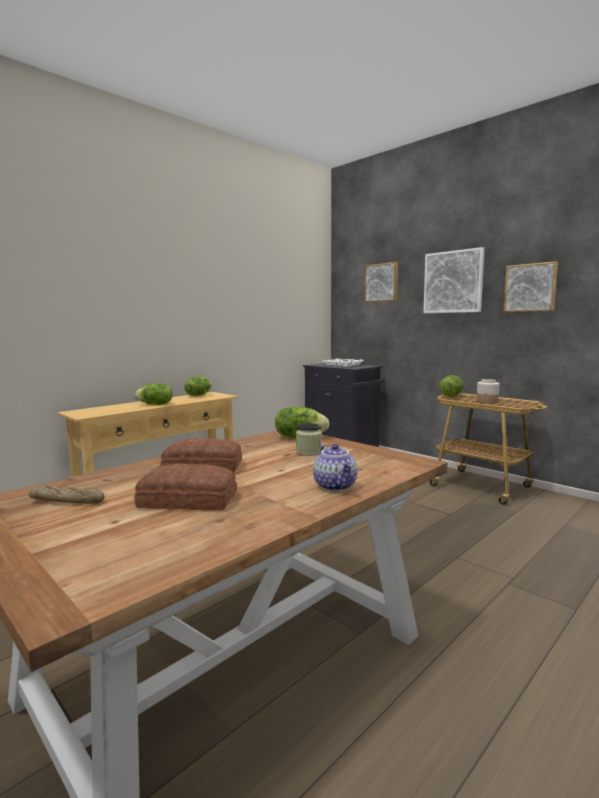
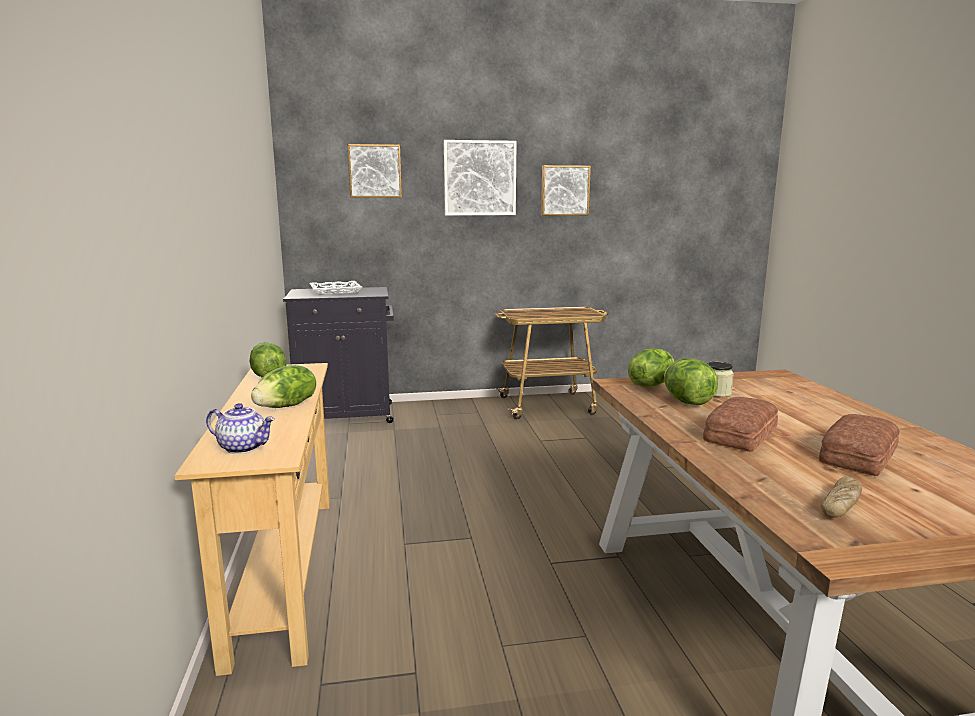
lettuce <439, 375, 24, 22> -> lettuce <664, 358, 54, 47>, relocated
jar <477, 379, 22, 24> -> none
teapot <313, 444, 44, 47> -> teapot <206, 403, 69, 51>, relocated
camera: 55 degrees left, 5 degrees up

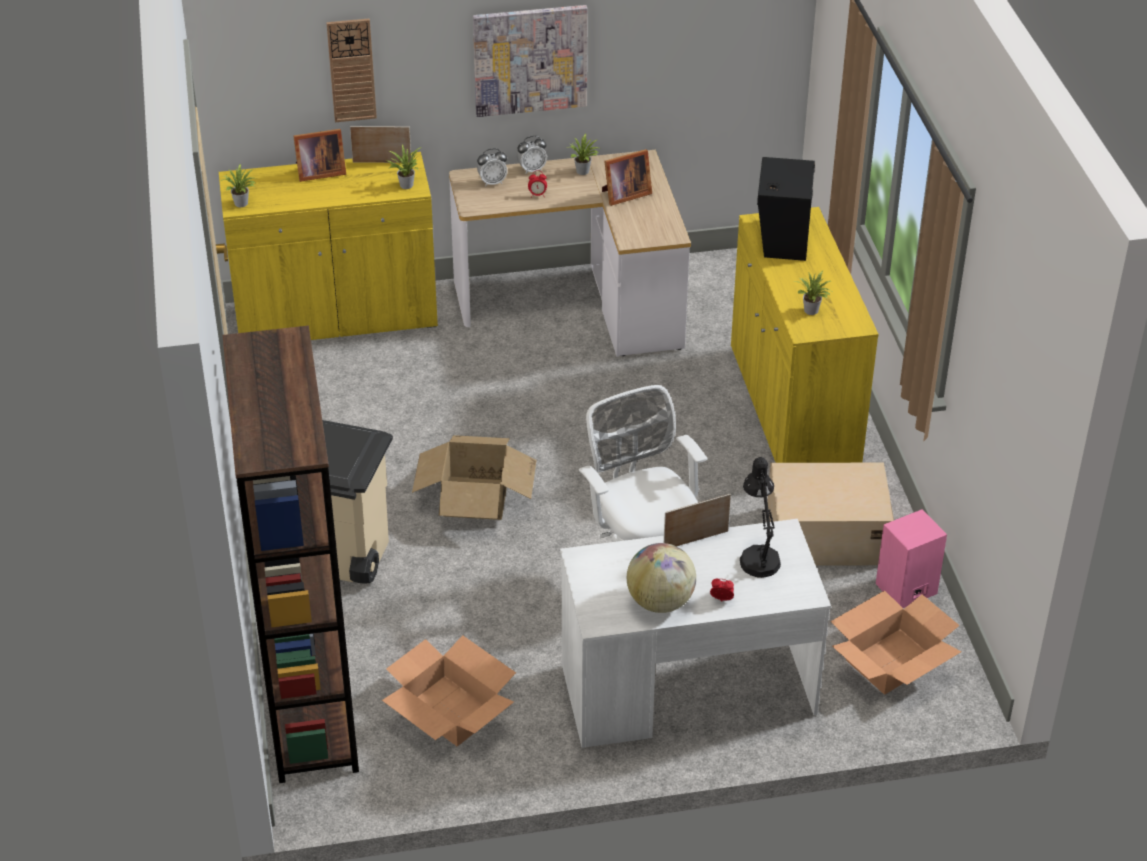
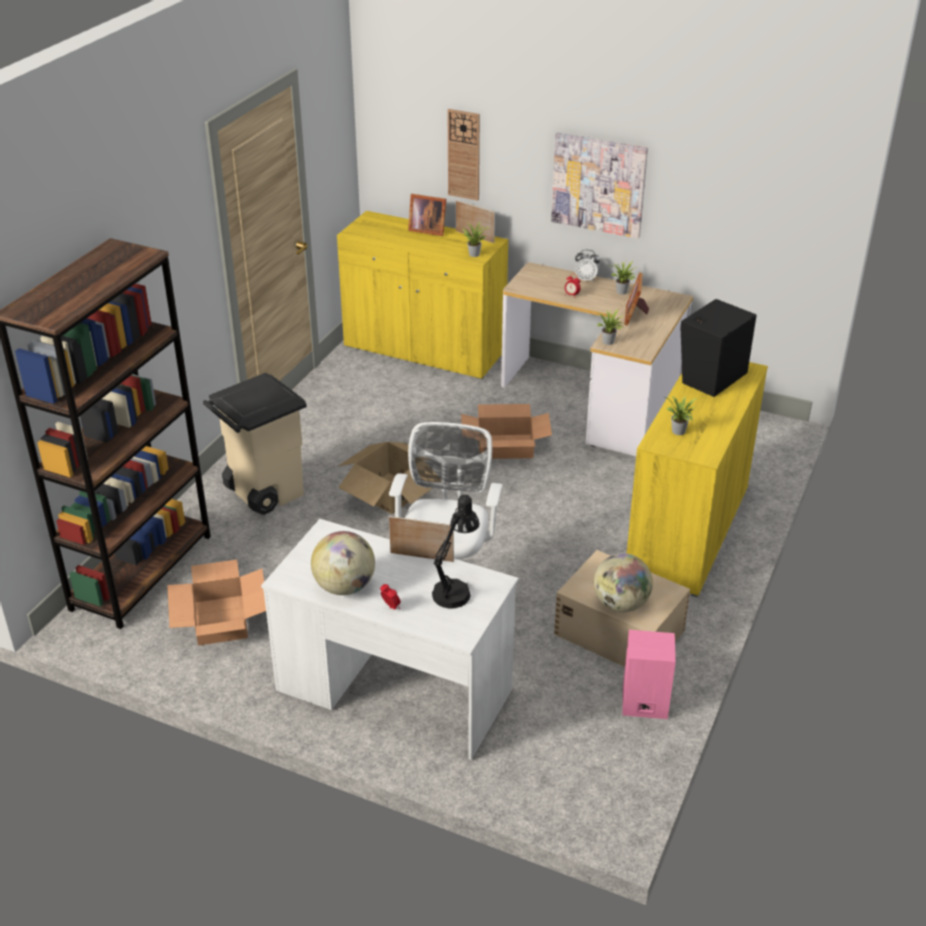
alarm clock <477, 148, 30, 38> -> none
picture frame <602, 149, 50, 57> -> picture frame <624, 272, 25, 54>, 90 degrees clockwise
potted plant <221, 163, 36, 44> -> potted plant <595, 309, 29, 36>, relocated
cardboard box <830, 590, 132, 104> -> cardboard box <461, 404, 91, 55>, relocated
none -> globe <594, 553, 59, 59>
camera: 35 degrees right, 5 degrees down

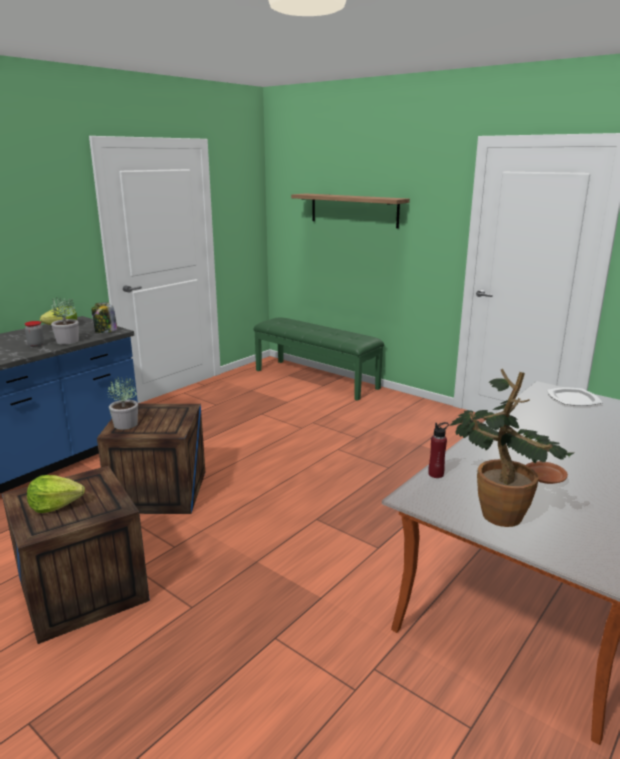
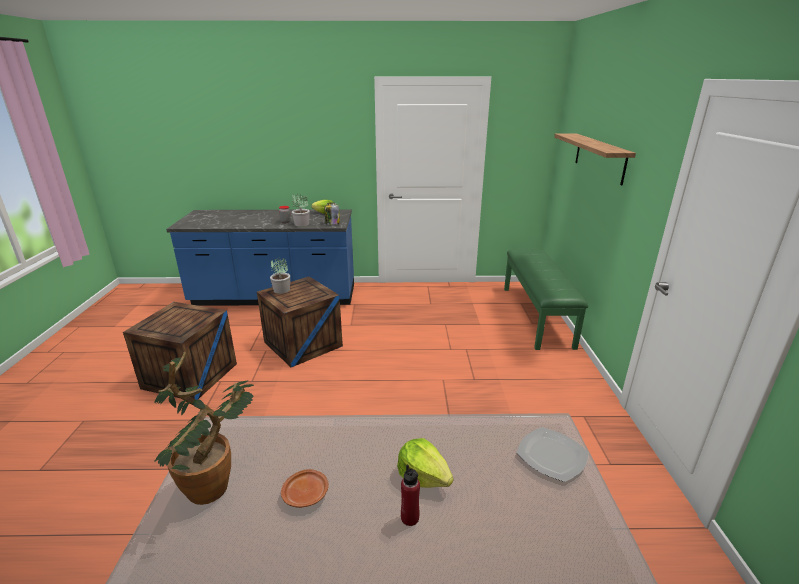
red bottle <428, 422, 21, 56> -> red bottle <401, 464, 19, 62>, relocated
lettuce <27, 475, 58, 38> -> lettuce <397, 438, 57, 50>, relocated
camera: 50 degrees right, 5 degrees up

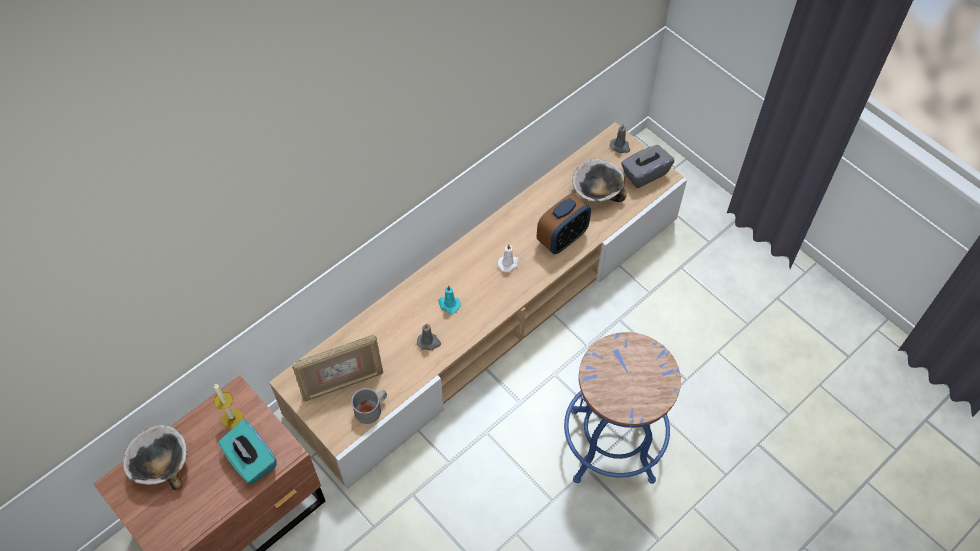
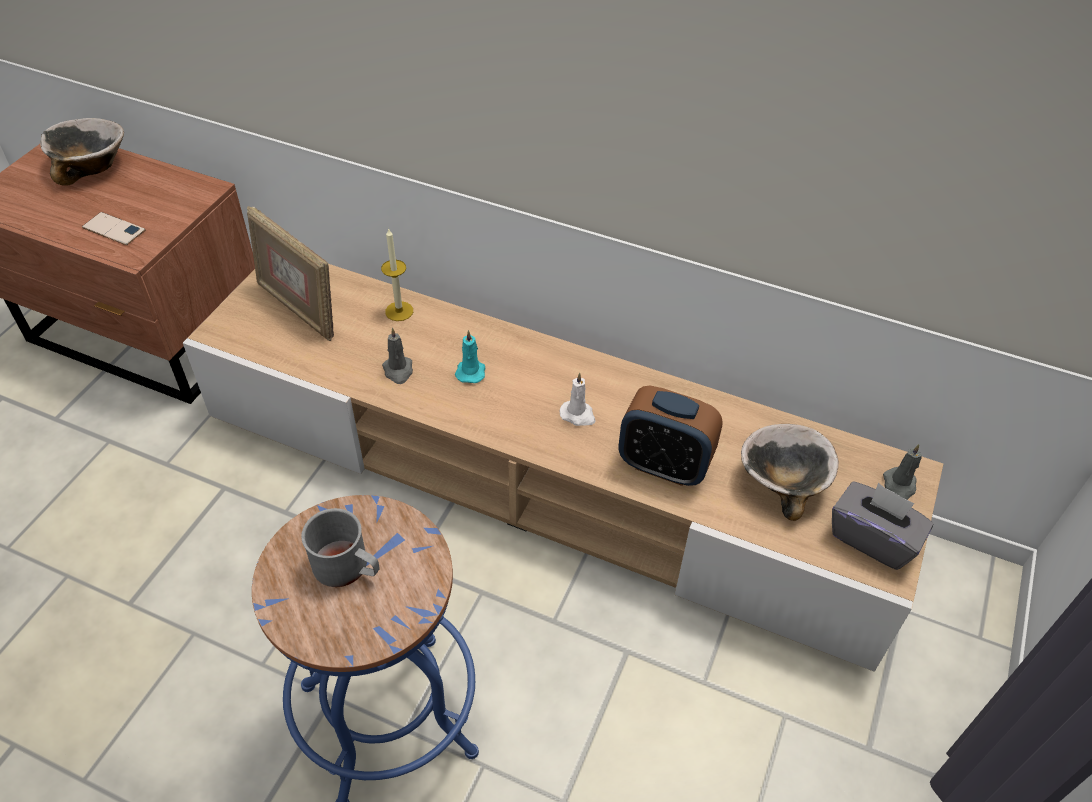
candle <214, 384, 29, 45> -> candle <381, 228, 32, 93>, relocated
grey mug <351, 388, 36, 36> -> grey mug <301, 508, 79, 79>, relocated
turquoise tissue box <218, 419, 59, 65> -> phone <82, 212, 63, 33>
camera: 65 degrees right, 10 degrees down

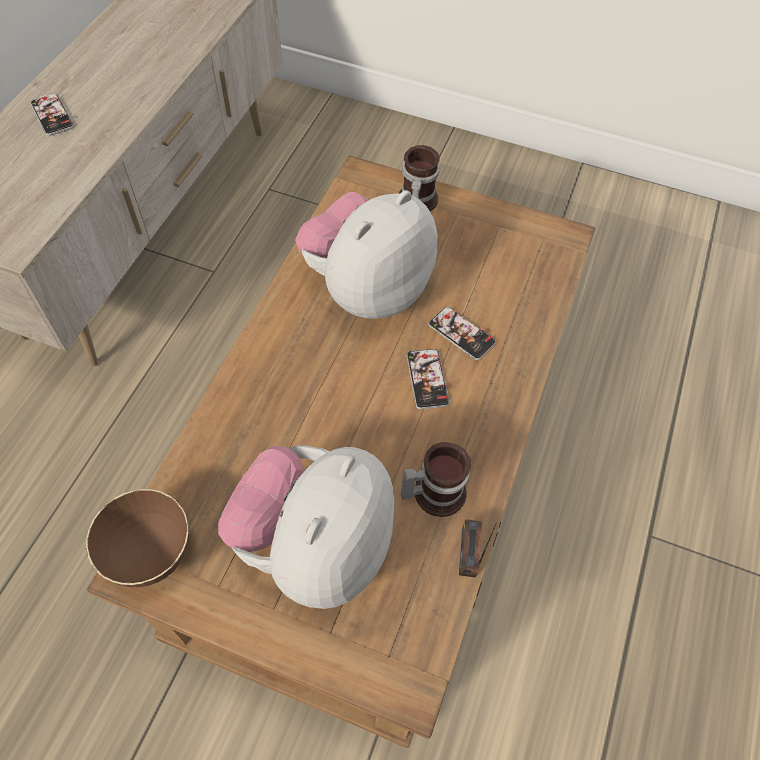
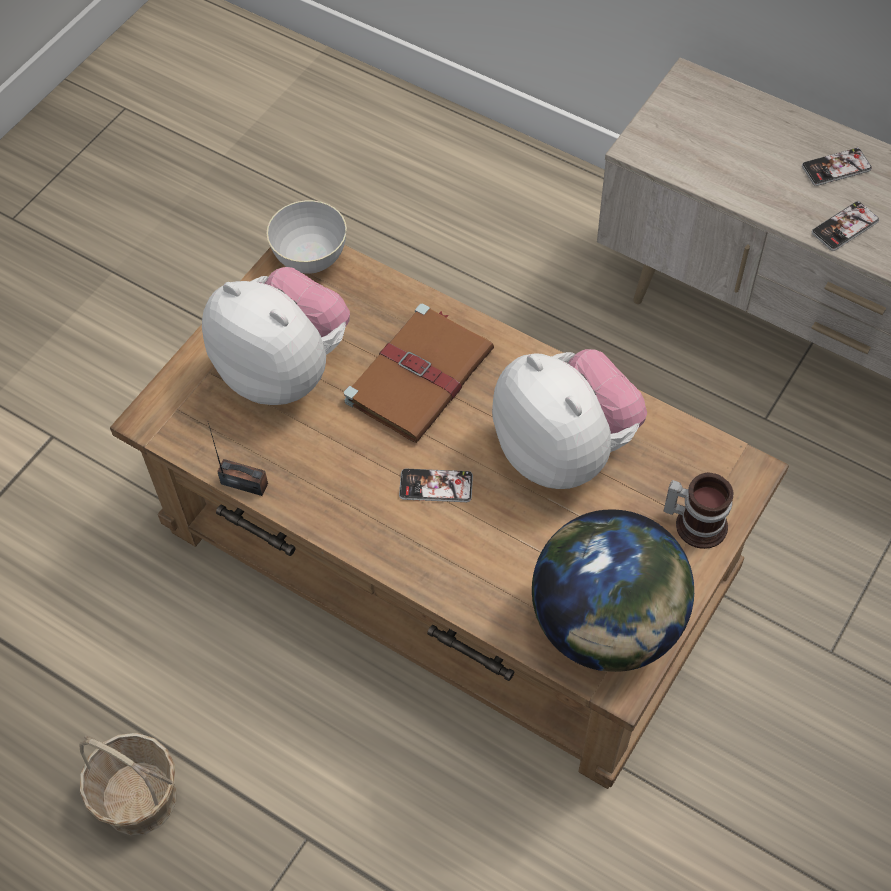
phone <428, 307, 68, 53> -> phone <812, 201, 67, 50>, relocated
mug <401, 442, 70, 75> -> none
brown bowl <86, 489, 103, 98> -> grey bowl <267, 200, 80, 74>
none -> brown book <344, 303, 150, 140>
none -> globe <532, 509, 162, 163>
none -> basket <79, 733, 97, 103>
camera: 105 degrees right, 0 degrees up

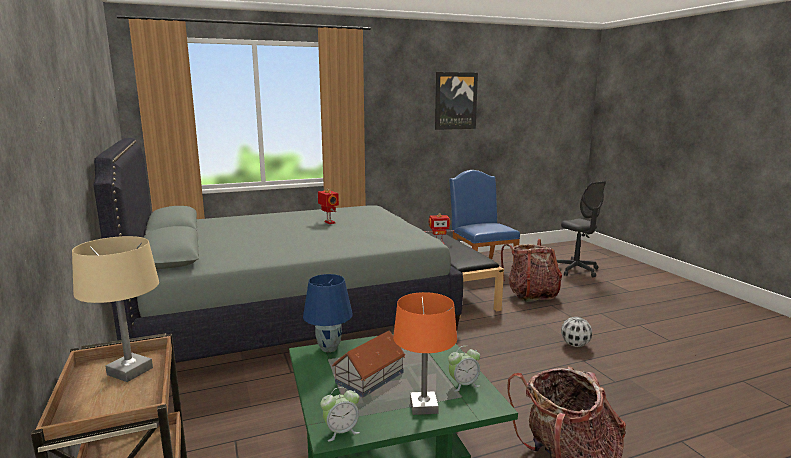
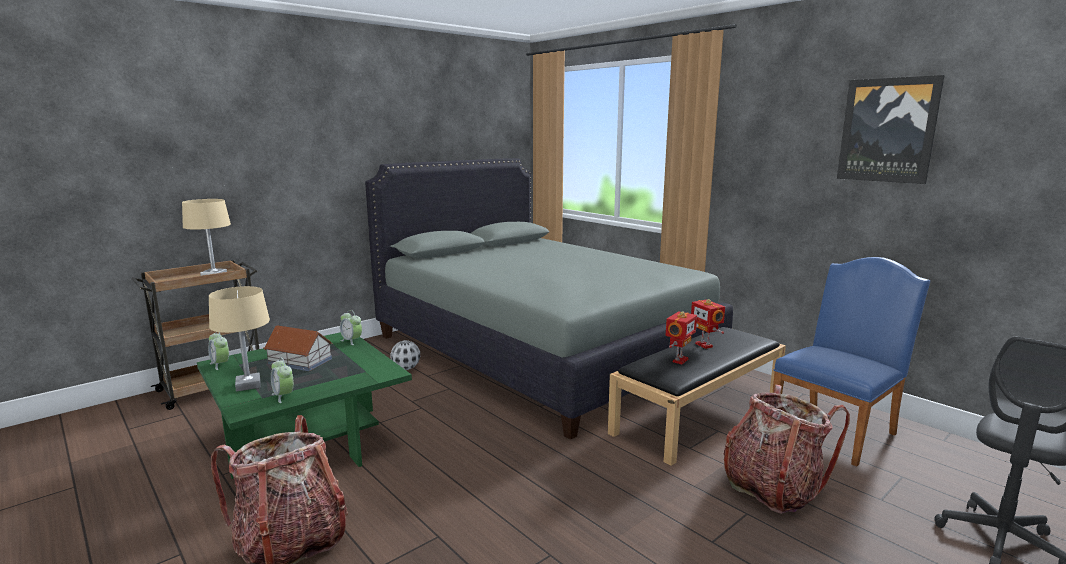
toy robot <318, 189, 21, 35> -> toy robot <666, 311, 31, 53>, relocated
blue table lamp <303, 274, 50, 78> -> alarm clock <340, 310, 22, 35>
orange table lamp <393, 292, 64, 123> -> beige table lamp <209, 286, 61, 106>
football <561, 317, 31, 30> -> football <390, 340, 30, 30>, relocated
camera: 70 degrees right, 0 degrees up

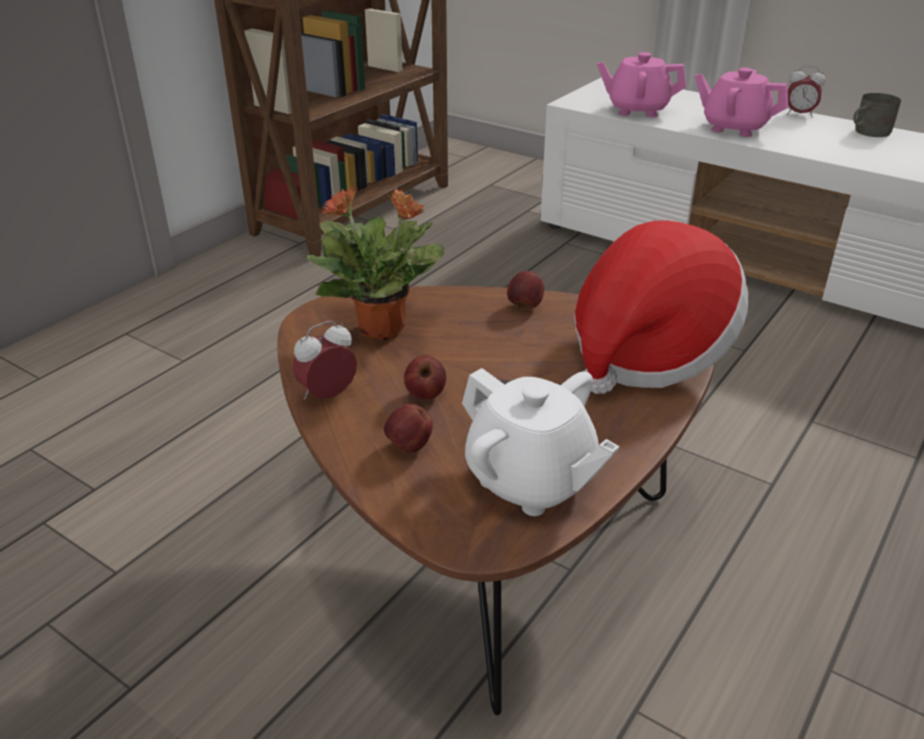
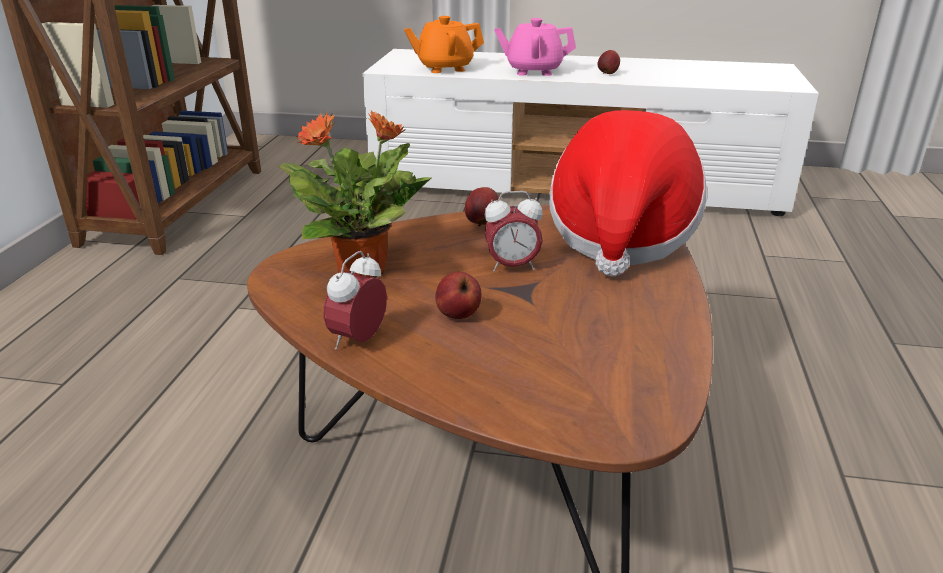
pink teapot <597, 52, 89, 65> -> orange teapot <404, 16, 80, 57>
alarm clock <787, 66, 38, 52> -> alarm clock <484, 191, 59, 81>, relocated
grey mug <853, 93, 48, 44> -> none
white teapot <462, 368, 158, 148> -> none
apple <384, 404, 49, 49> -> apple <597, 50, 23, 24>, relocated
camera: 25 degrees left, 5 degrees down

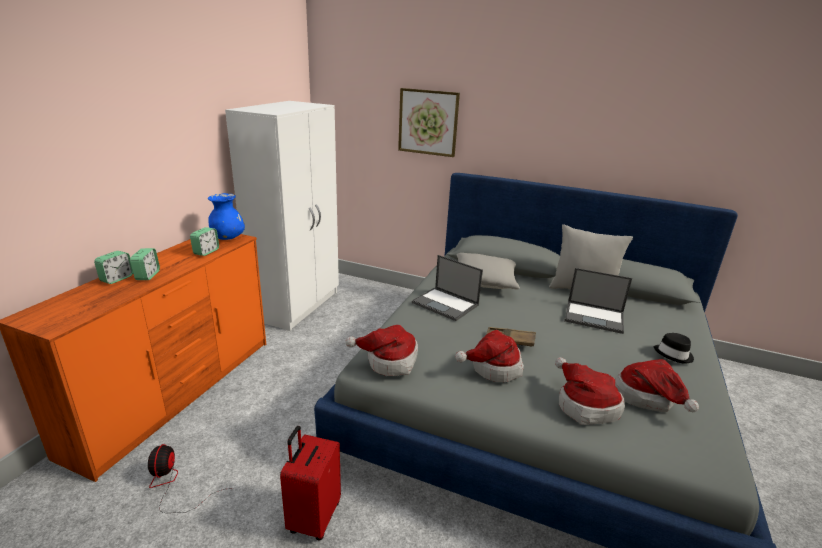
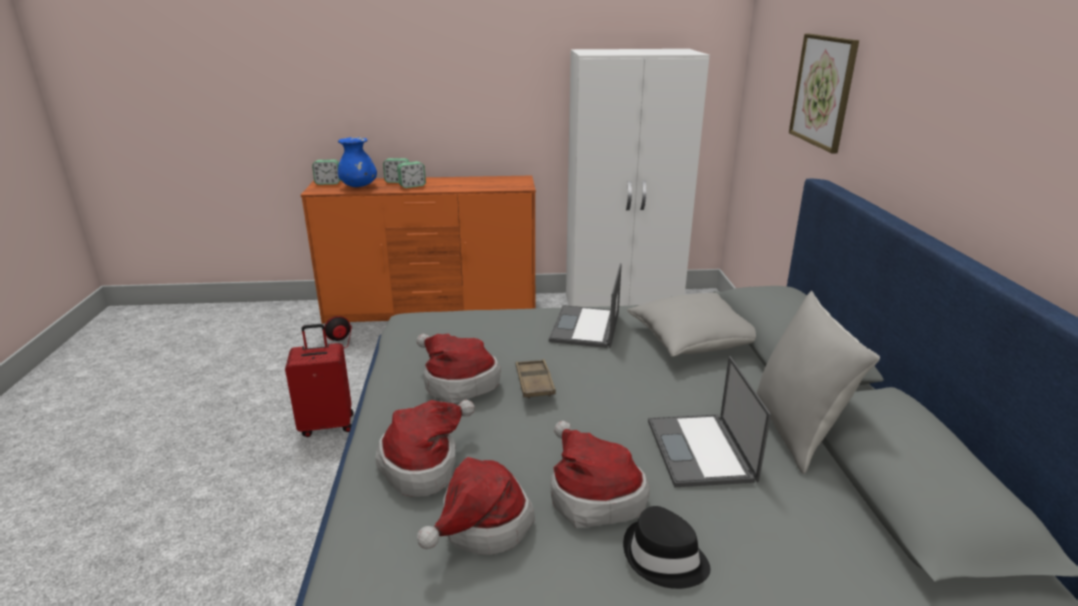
blue vase <208, 193, 37, 47> -> blue vase <338, 137, 39, 50>, relocated
alarm clock <190, 227, 29, 29> -> alarm clock <312, 160, 29, 25>, relocated
hat <345, 325, 73, 51> -> hat <550, 421, 100, 107>, relocated
camera: 65 degrees right, 0 degrees up

